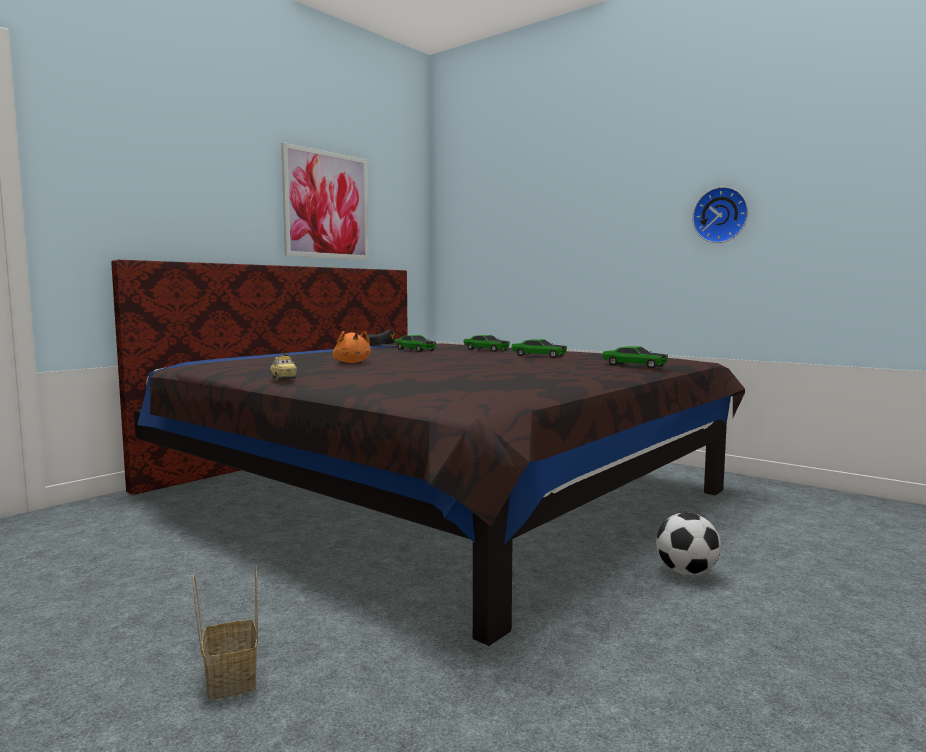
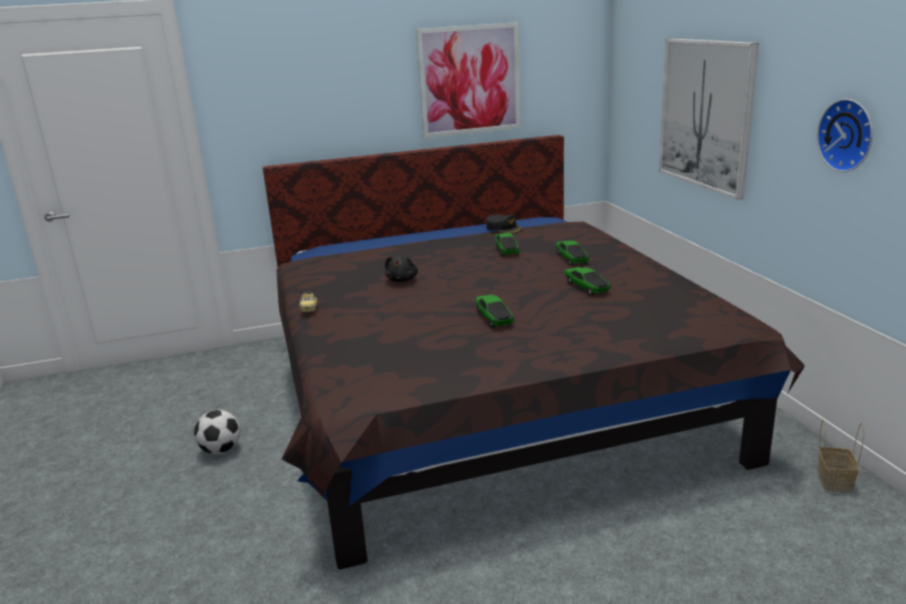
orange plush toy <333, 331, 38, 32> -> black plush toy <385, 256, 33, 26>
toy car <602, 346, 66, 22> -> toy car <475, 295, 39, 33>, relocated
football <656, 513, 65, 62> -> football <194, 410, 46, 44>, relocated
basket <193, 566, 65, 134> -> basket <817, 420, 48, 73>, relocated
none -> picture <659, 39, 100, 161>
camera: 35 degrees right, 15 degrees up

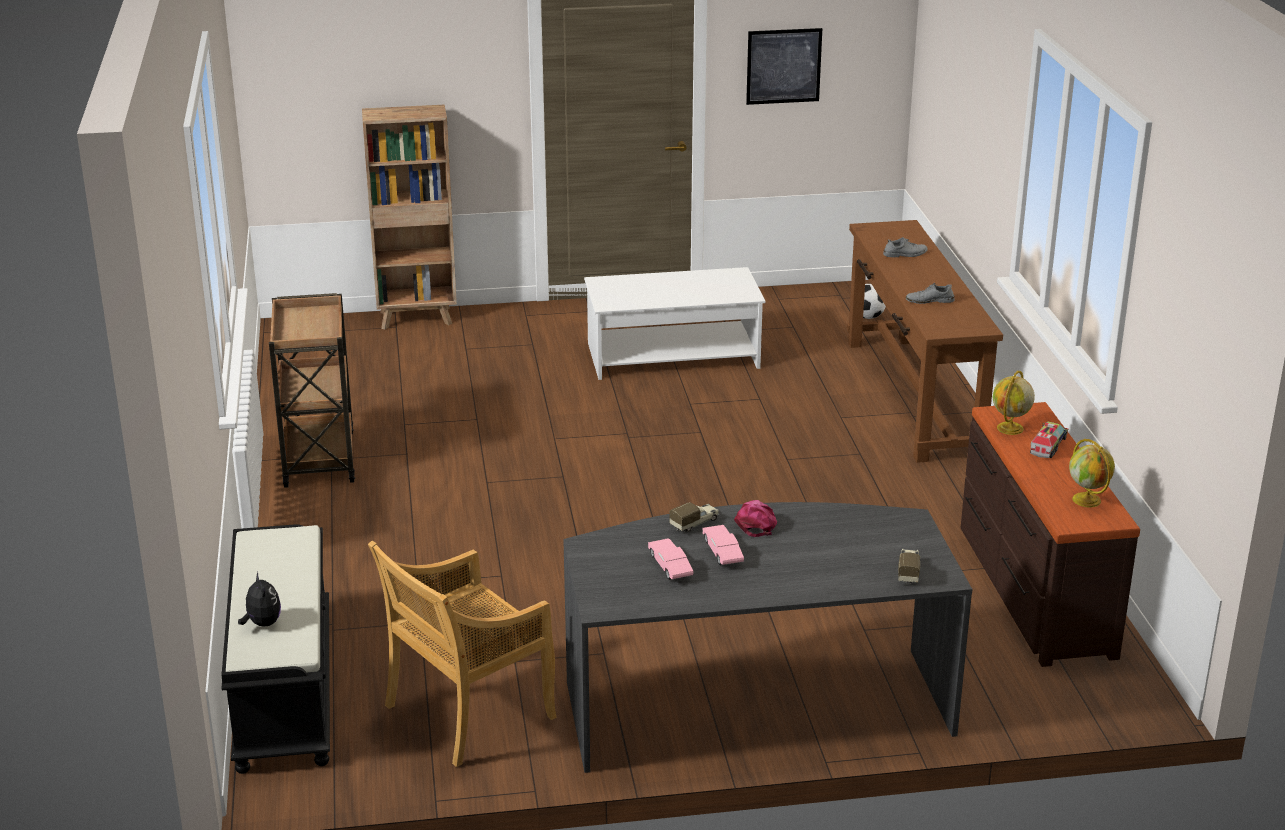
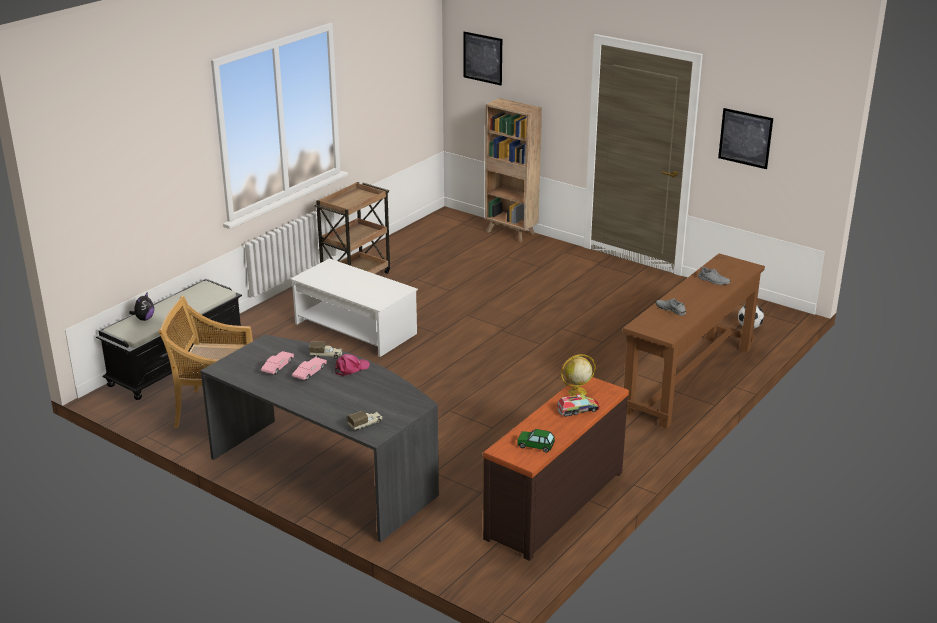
white coffee table <584, 267, 181, 113> -> white coffee table <290, 258, 128, 99>, relocated
globe <1069, 439, 46, 68> -> toy car <517, 429, 38, 24>
none -> picture <463, 32, 39, 53>
camera: 45 degrees right, 0 degrees up

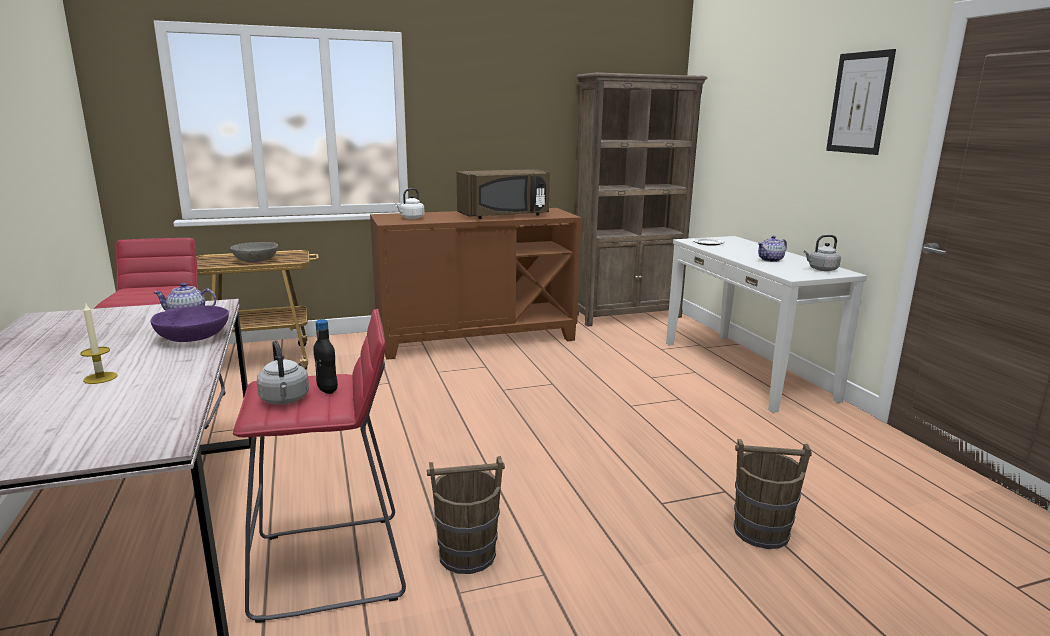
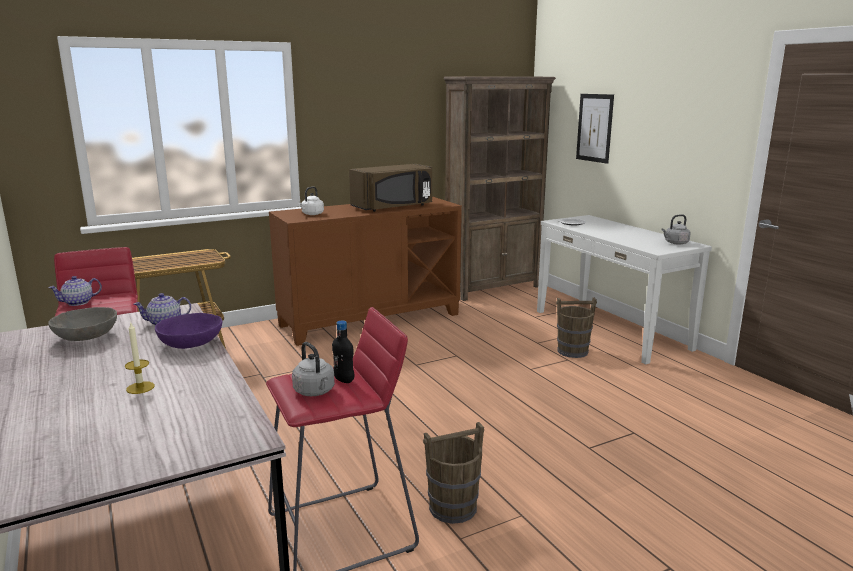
picture <826, 49, 70, 106> -> picture <576, 94, 38, 70>, relocated
teapot <758, 236, 29, 26> -> teapot <48, 276, 54, 30>, relocated
grey bowl <230, 242, 48, 20> -> grey bowl <48, 307, 69, 34>, relocated
brown bucket <734, 439, 78, 110> -> brown bucket <556, 297, 41, 61>, relocated
camera: 10 degrees left, 0 degrees up

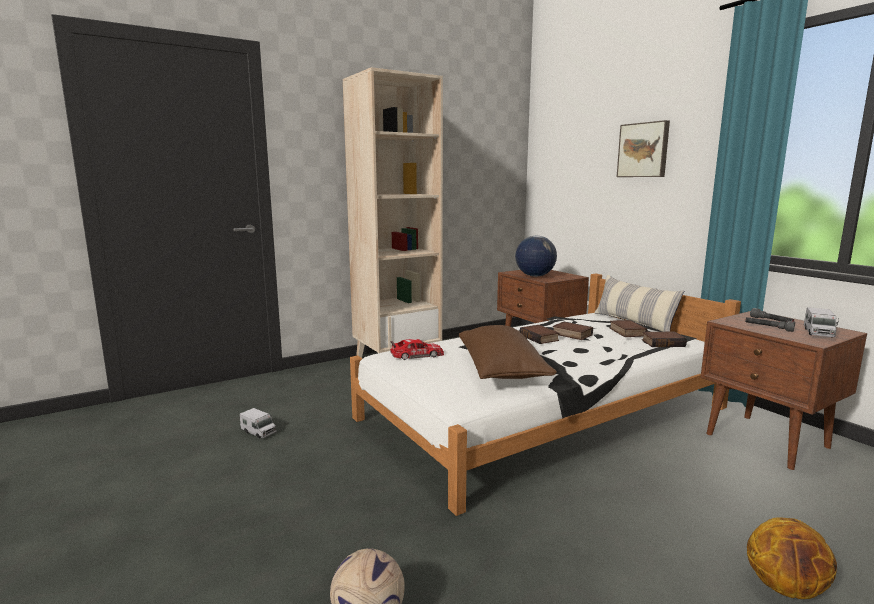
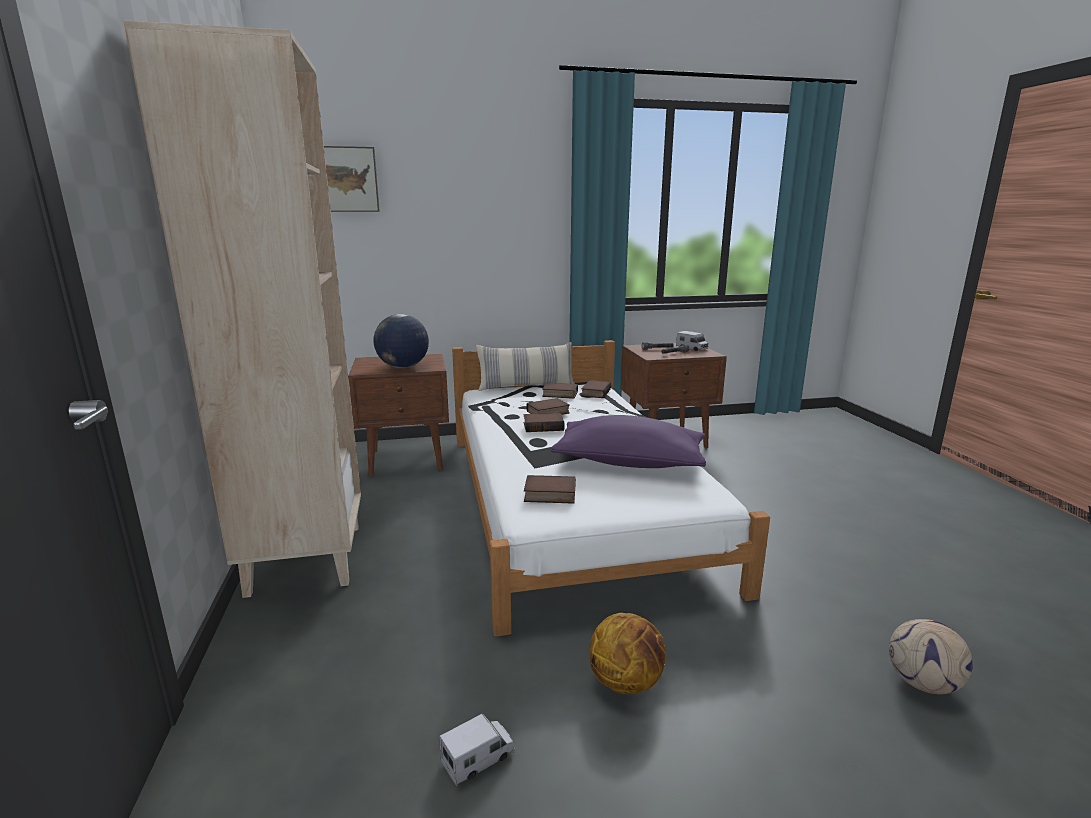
picture <617, 120, 53, 57> -> picture <324, 146, 56, 66>, relocated
brown pillow <459, 325, 98, 54> -> purple pillow <551, 415, 155, 53>
toy car <390, 339, 54, 21> -> book <524, 475, 52, 29>
basketball <747, 517, 90, 82> -> basketball <589, 613, 76, 81>, relocated
camera: 70 degrees left, 5 degrees up

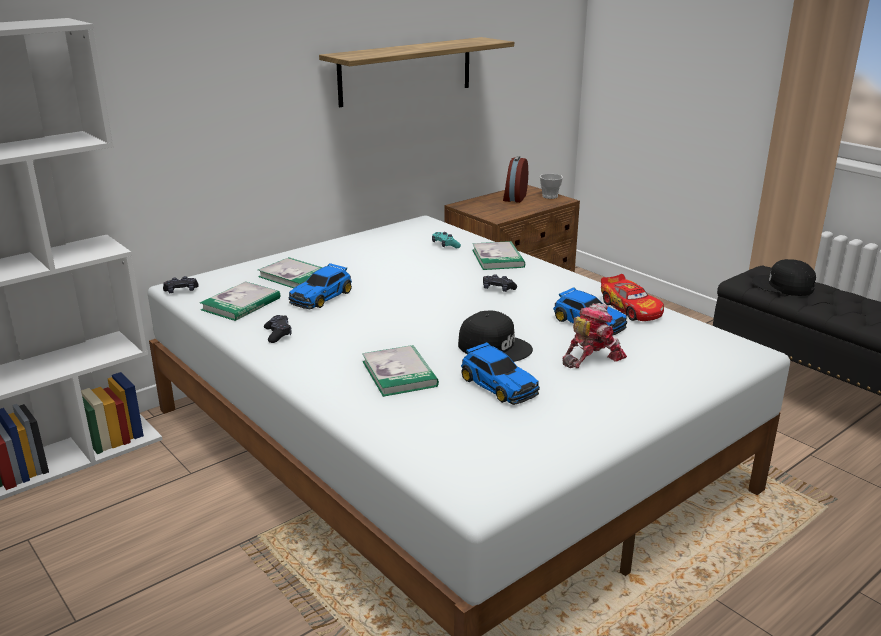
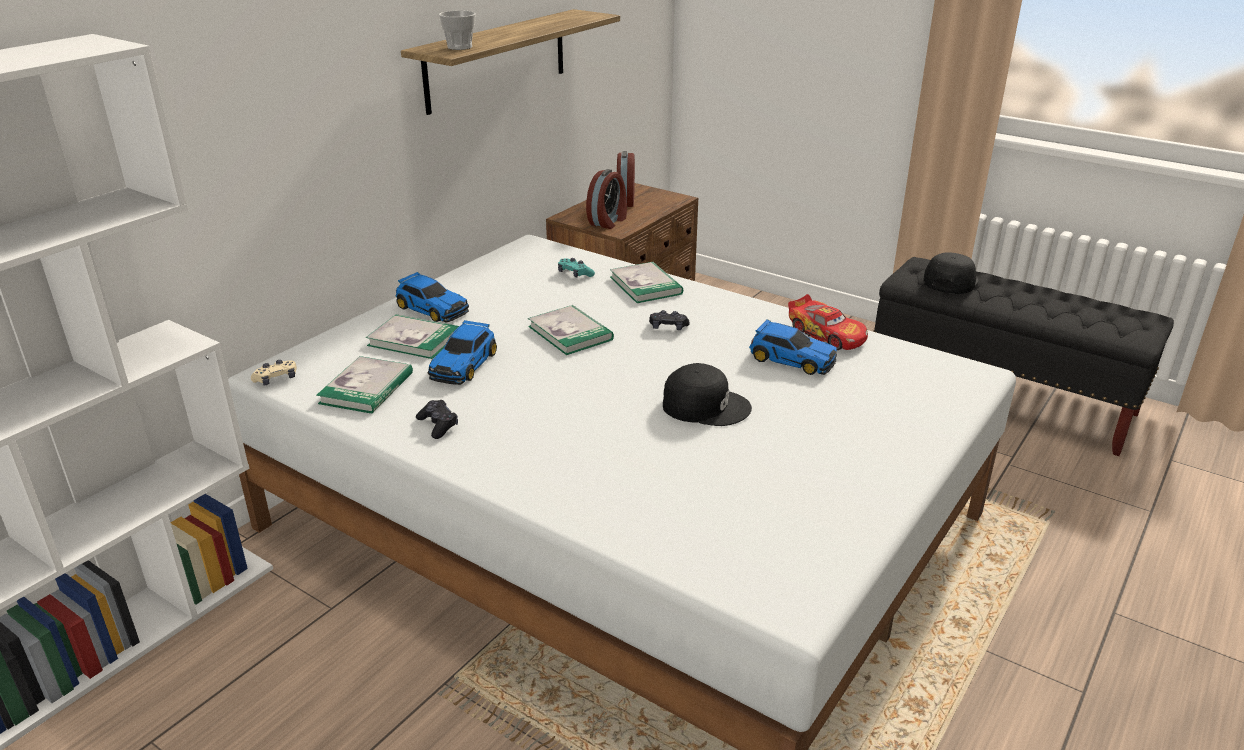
cup <540, 174, 23, 25> -> cup <439, 10, 37, 40>, relocated
black cap <752, 259, 64, 37> -> black cap <923, 252, 56, 42>, 105 degrees clockwise
black game controller <163, 276, 36, 17> -> beige game controller <251, 360, 46, 25>
toy robot <562, 303, 65, 65> -> none
toy car <461, 342, 79, 63> -> toy car <395, 272, 74, 51>, relocated
book <362, 345, 77, 52> -> book <528, 305, 86, 50>, relocated
none -> alarm clock <586, 169, 41, 60>
camera: 15 degrees left, 5 degrees up

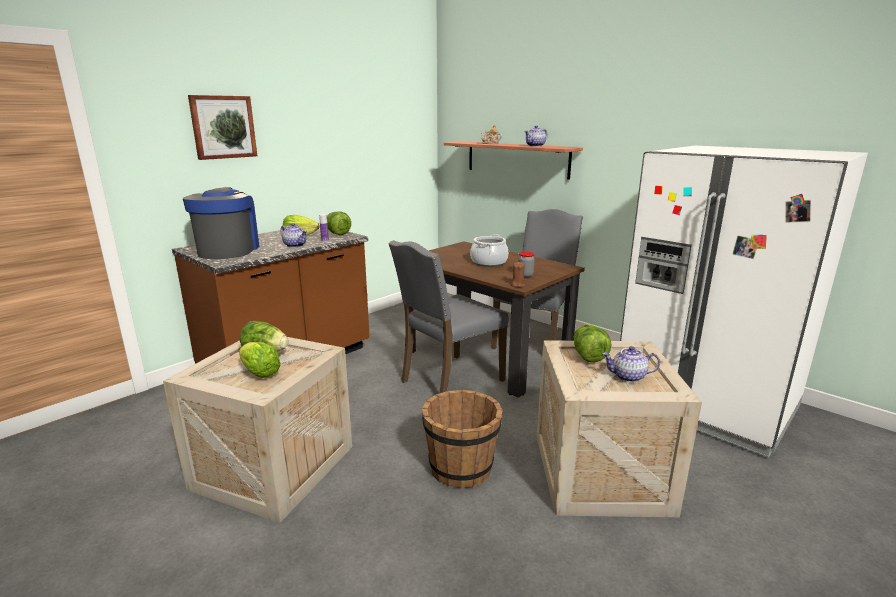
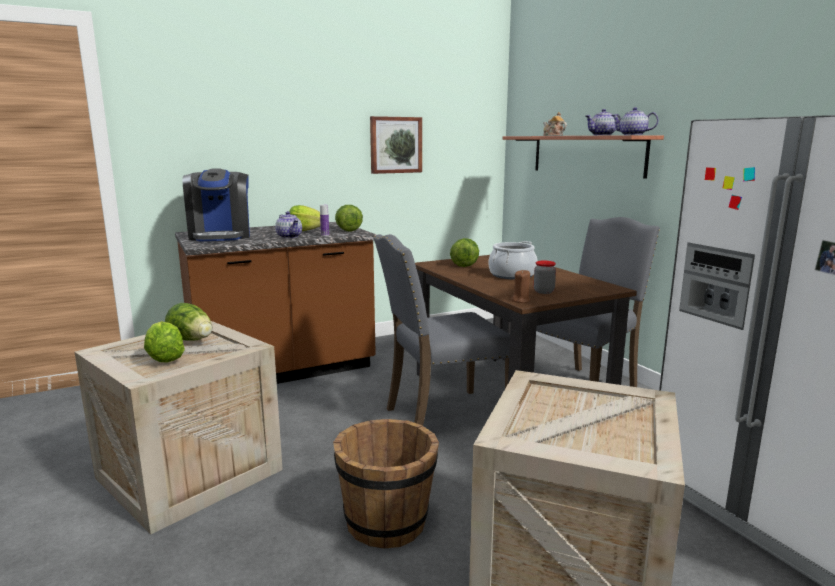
picture <188, 95, 69, 65> -> picture <370, 116, 52, 58>, relocated
coffee machine <183, 187, 76, 72> -> coffee machine <182, 168, 68, 73>, 150 degrees clockwise
lettuce <574, 324, 38, 38> -> lettuce <450, 238, 29, 29>, relocated
teapot <602, 346, 58, 36> -> teapot <611, 107, 48, 28>, relocated
camera: 20 degrees right, 5 degrees down

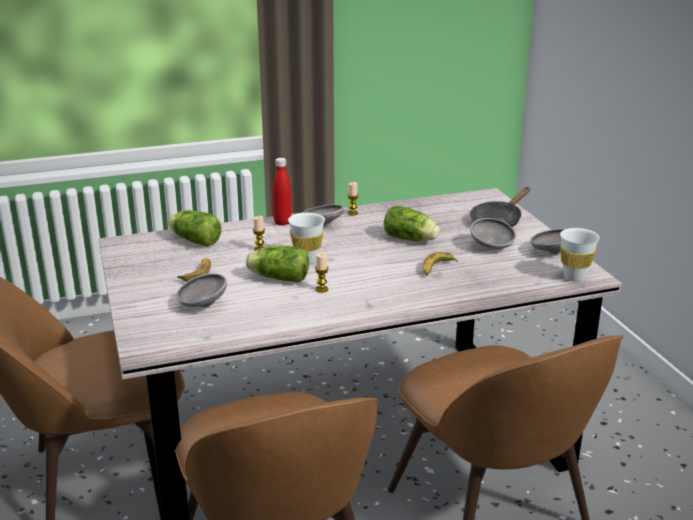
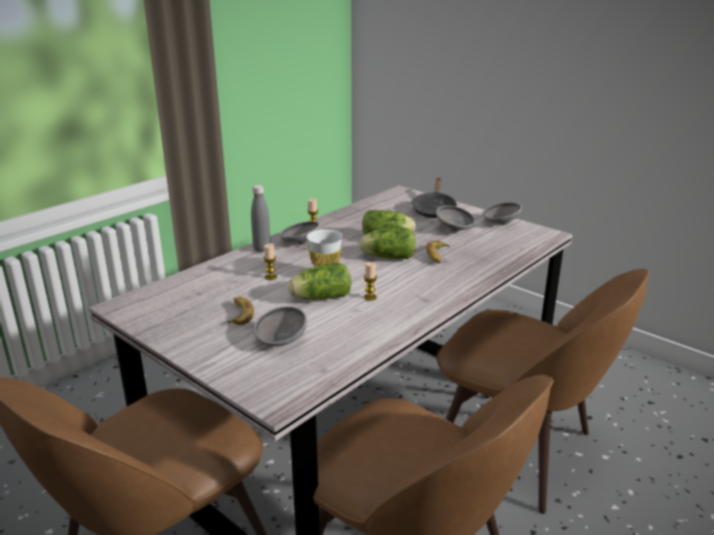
red bottle <273, 158, 19, 68> -> grey bottle <251, 185, 20, 67>
lettuce <168, 210, 54, 36> -> lettuce <359, 228, 57, 31>, relocated
white cup <560, 228, 39, 54> -> none
camera: 30 degrees left, 0 degrees up

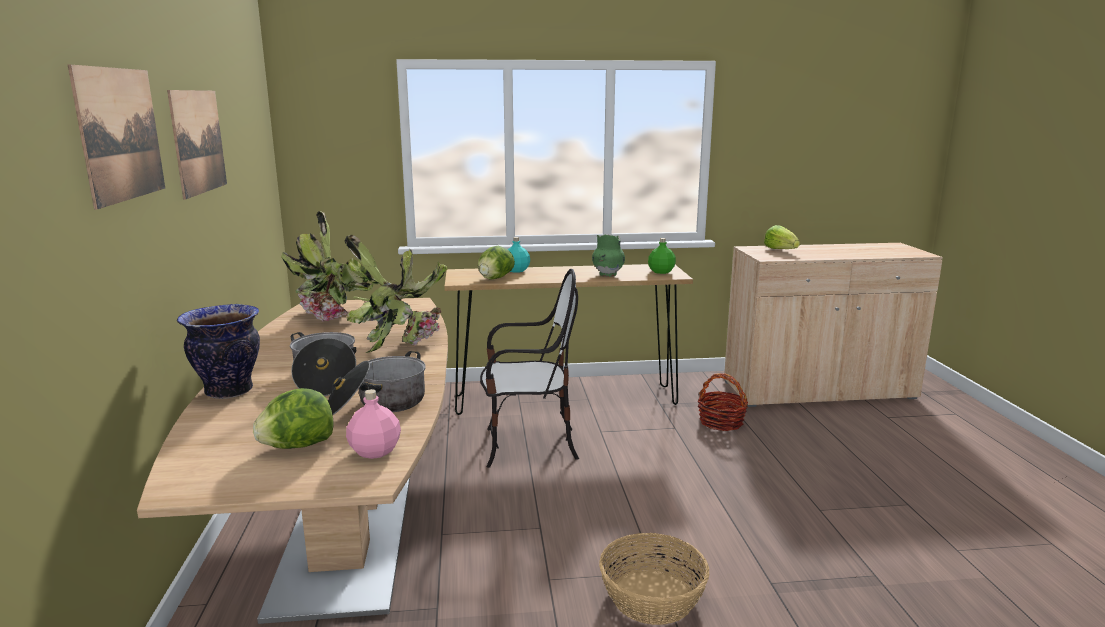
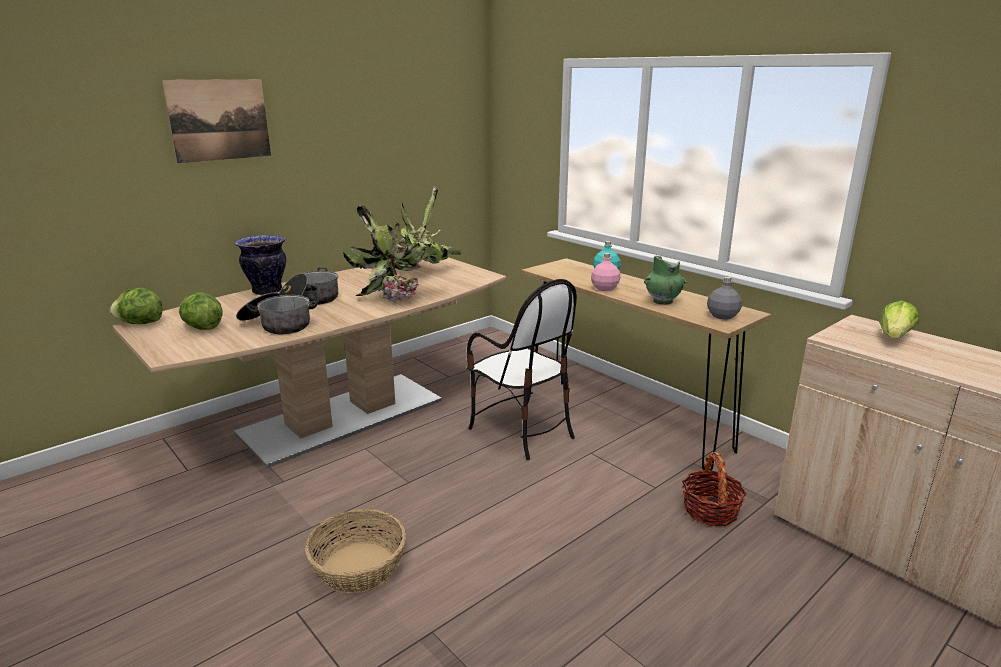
picture <167, 90, 60, 110> -> none
green bottle <648, 238, 28, 36> -> grey bottle <707, 277, 35, 43>
lettuce <478, 246, 37, 33> -> lettuce <110, 288, 52, 36>, relocated
pink bottle <346, 389, 55, 70> -> pink bottle <591, 253, 29, 38>, relocated
camera: 55 degrees right, 5 degrees up

